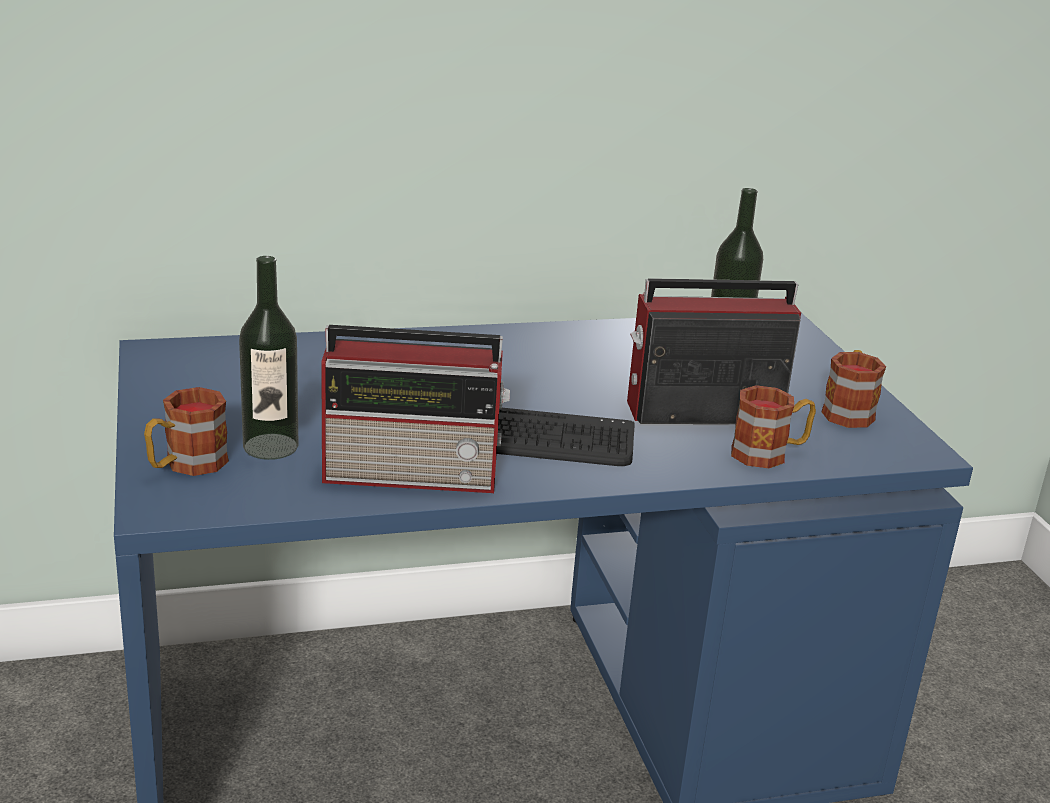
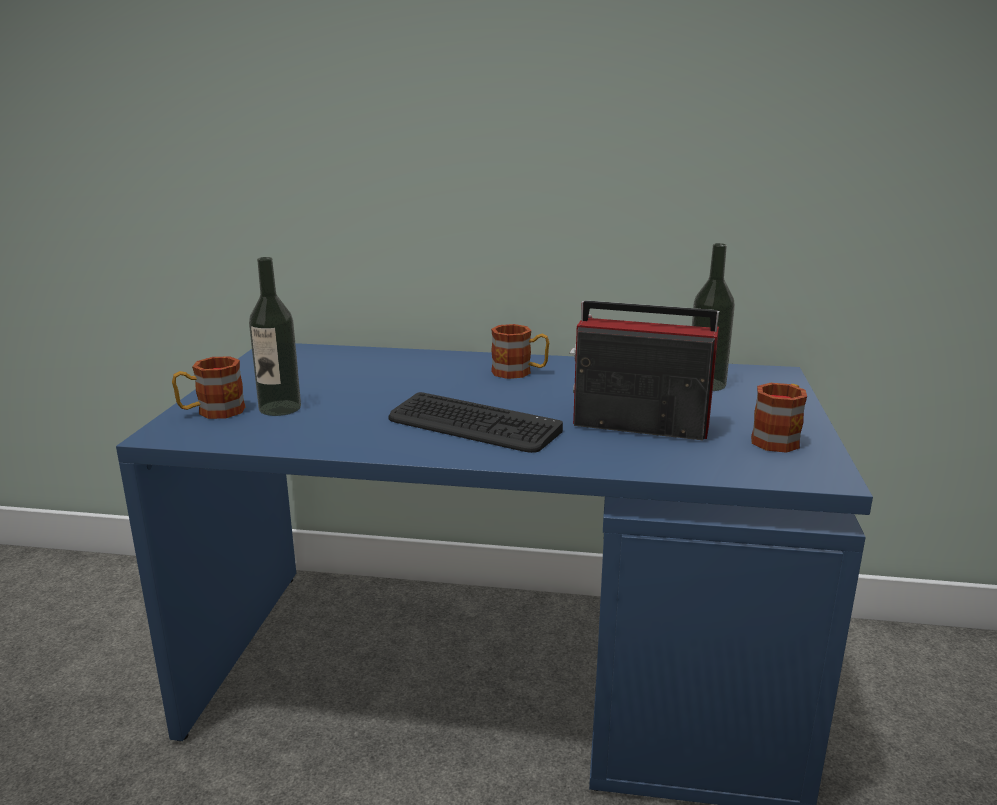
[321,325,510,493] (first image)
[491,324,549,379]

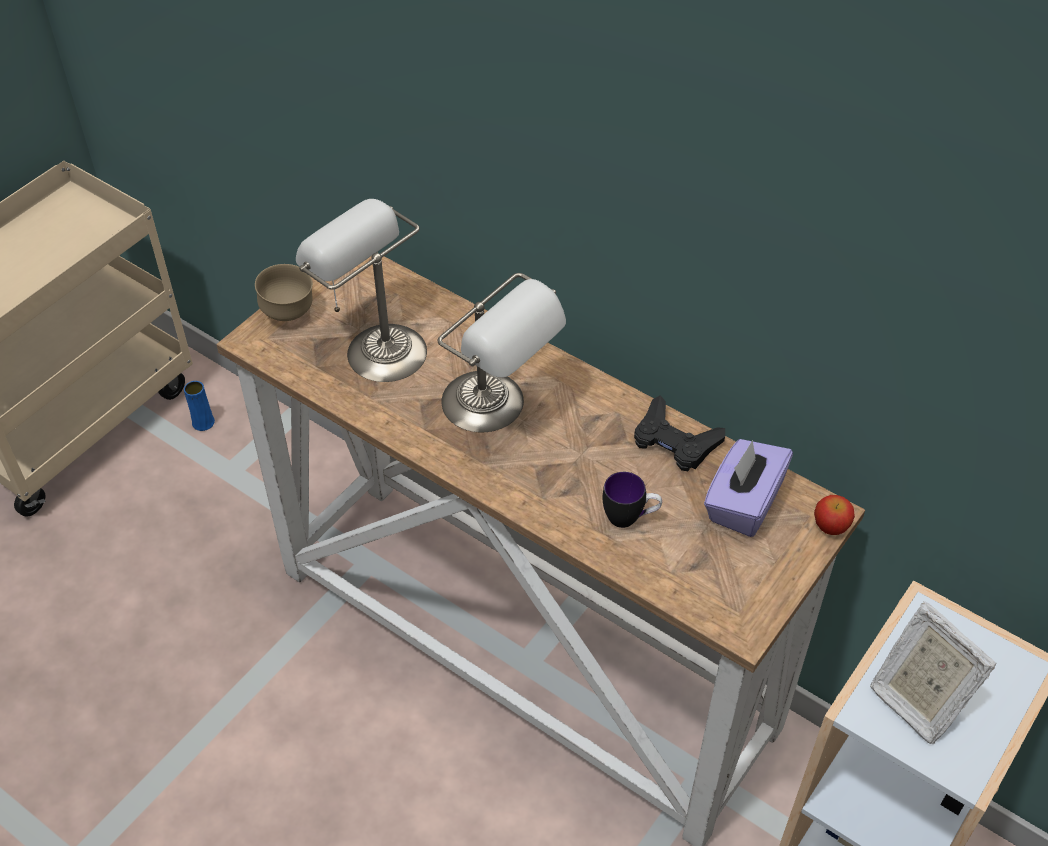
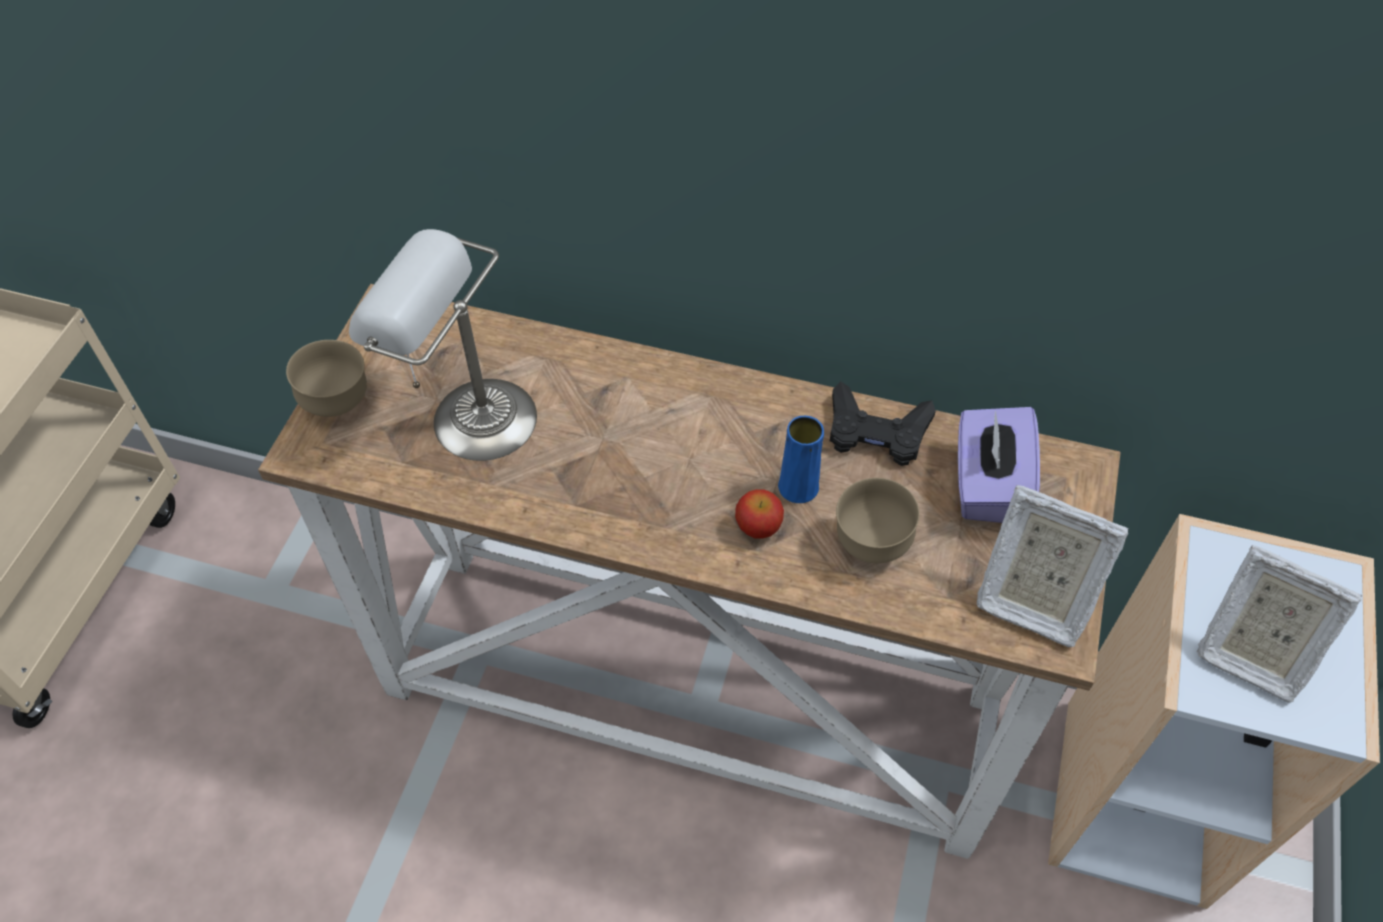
[438,273,566,432] (first image)
[778,416,824,503]
[836,478,920,563]
[735,489,784,539]
[976,485,1129,647]

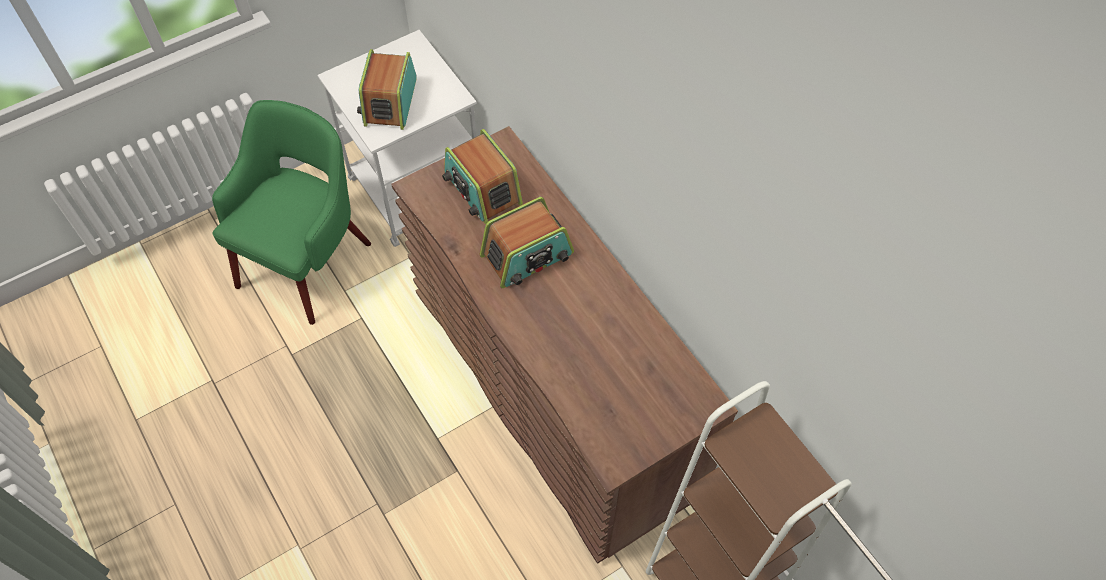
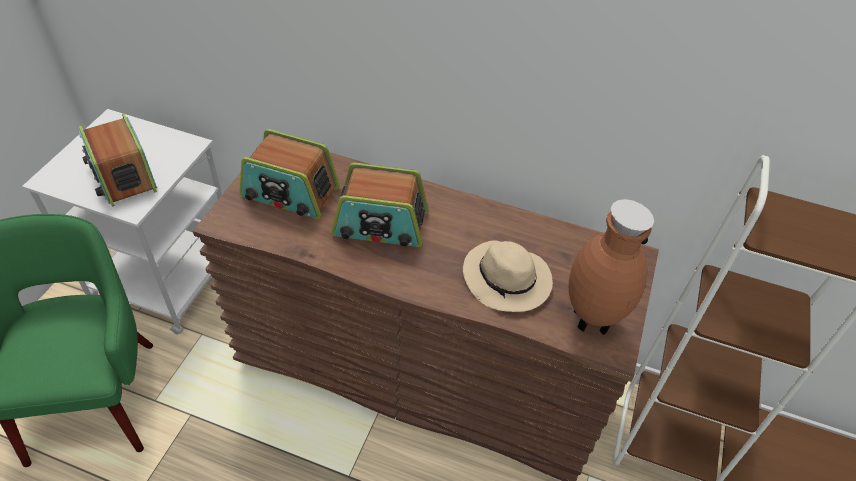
[331,163,428,247]
[569,199,654,335]
[463,240,553,312]

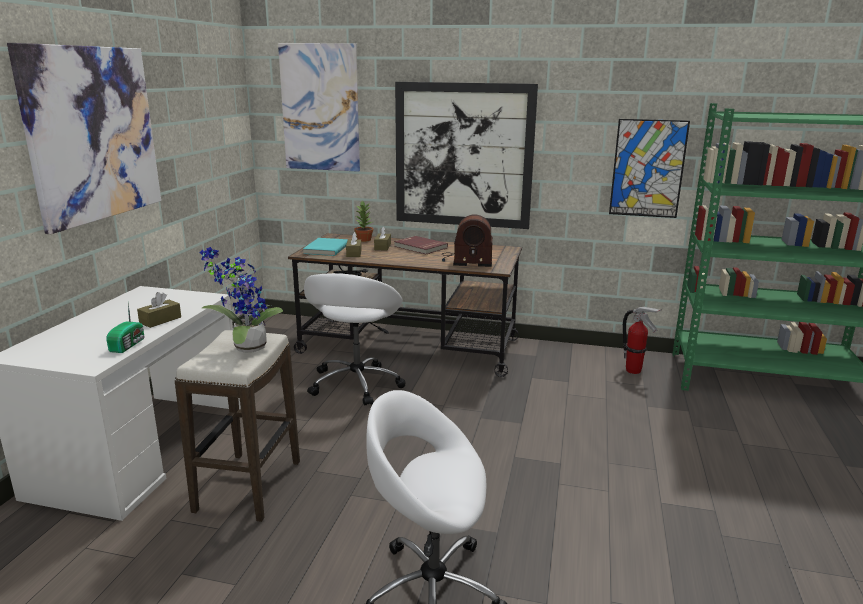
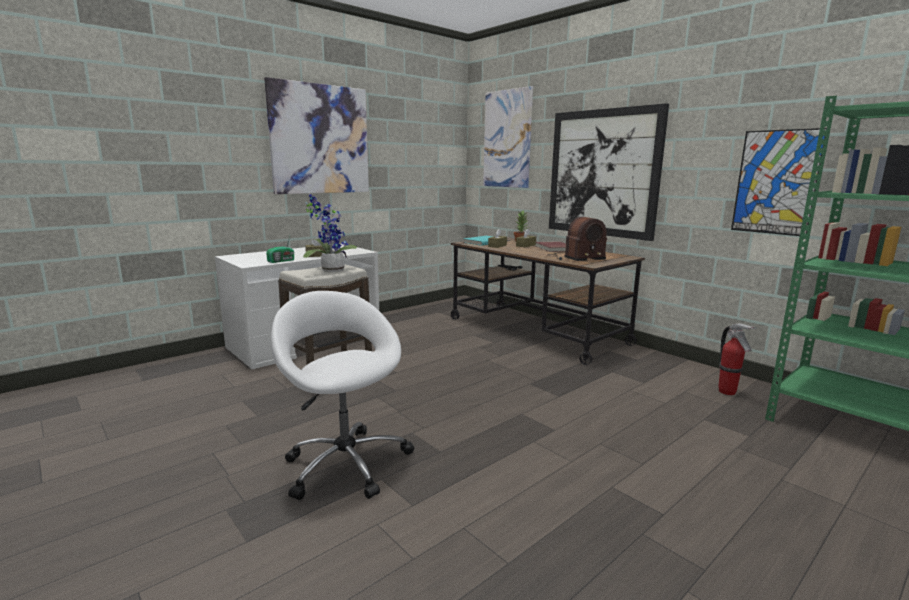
[547,217,607,261]
[304,273,405,405] (first image)

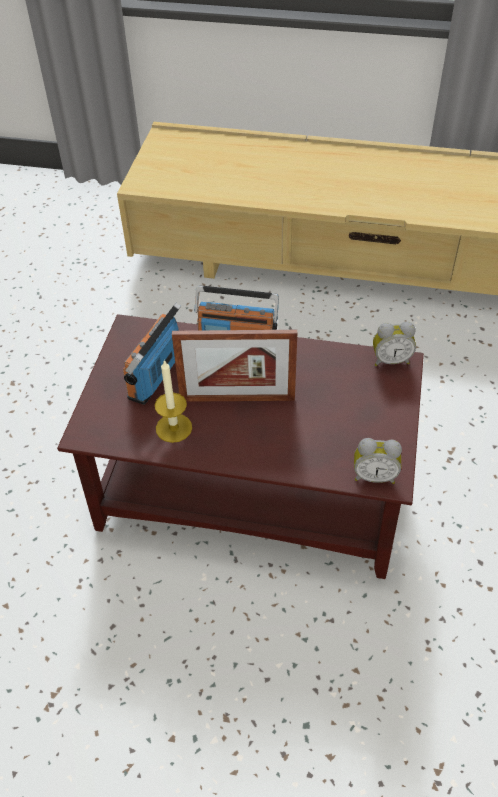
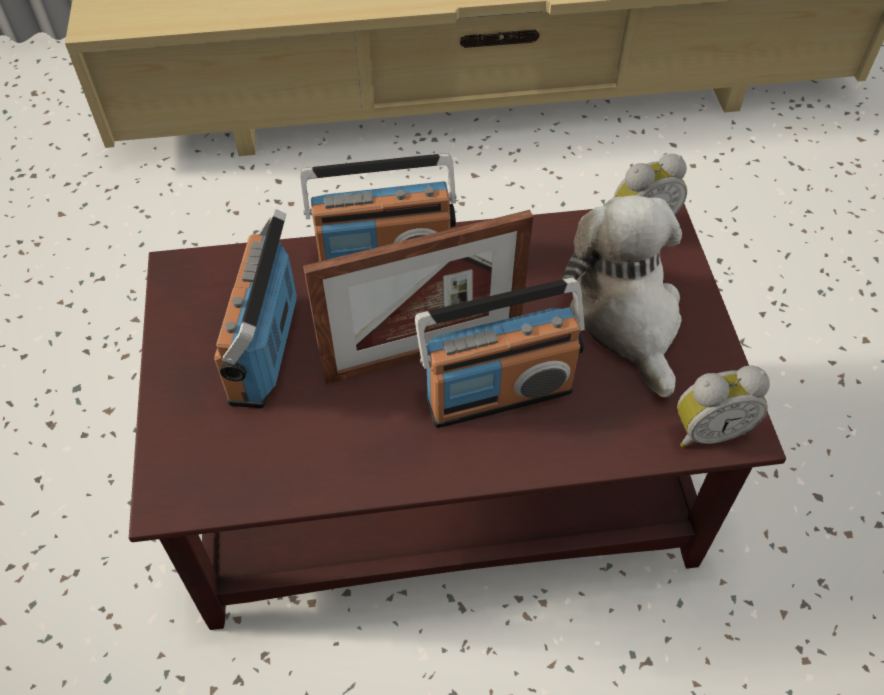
[155,359,192,443] (first image)
[562,195,682,397]
[415,277,585,428]

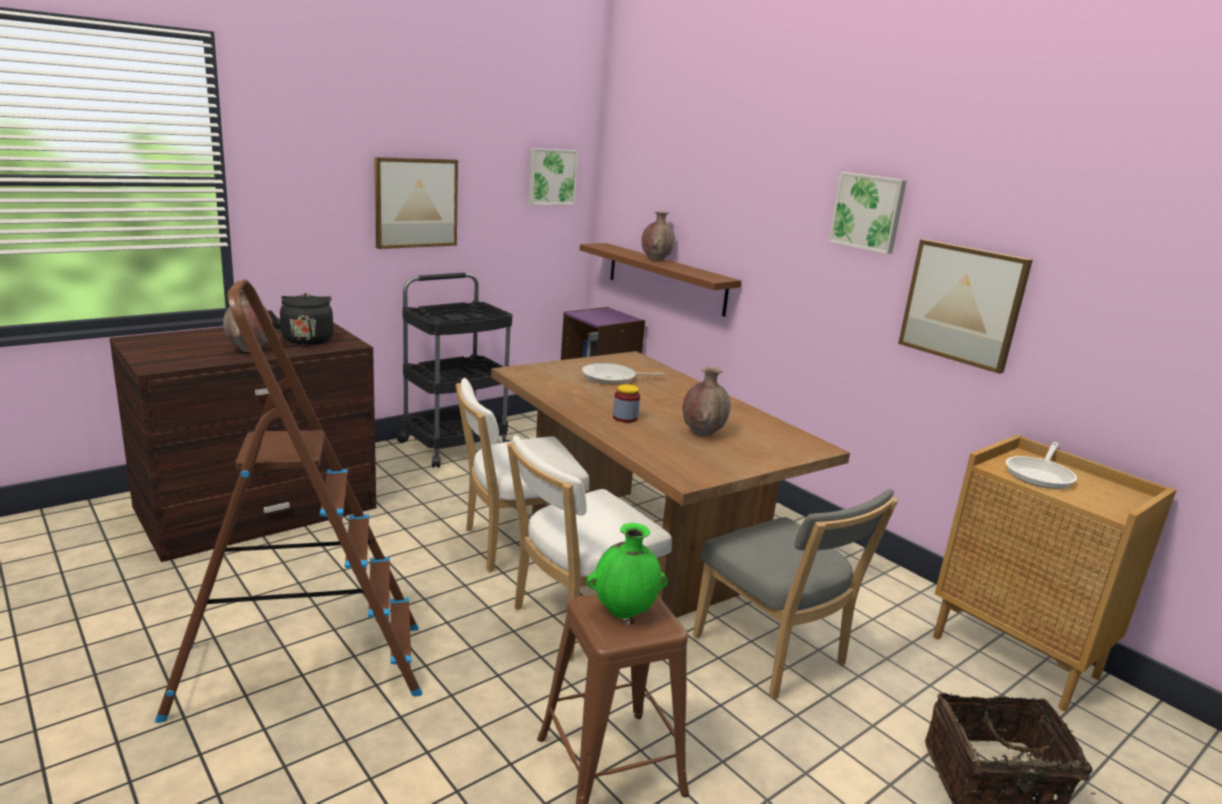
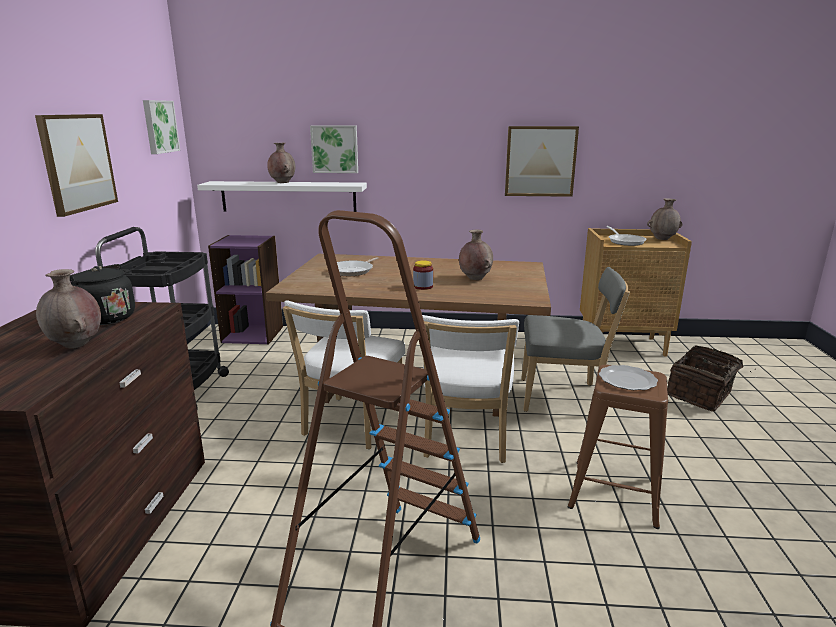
[310,125,358,173]
[197,181,367,212]
[599,365,658,390]
[647,198,683,240]

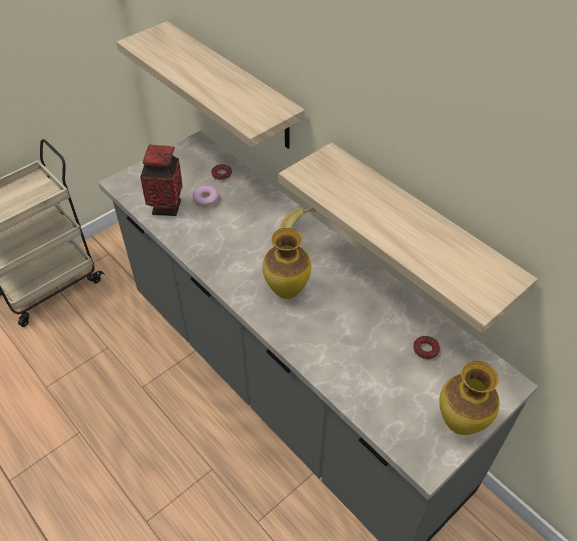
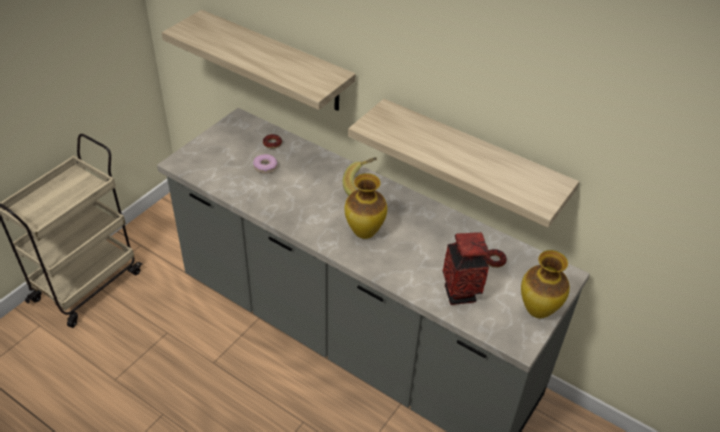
[443,232,489,305]

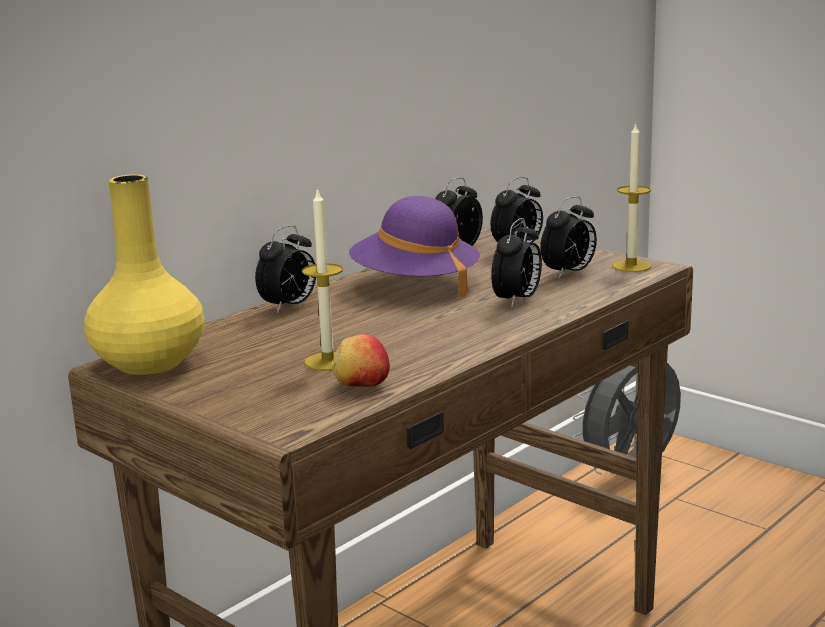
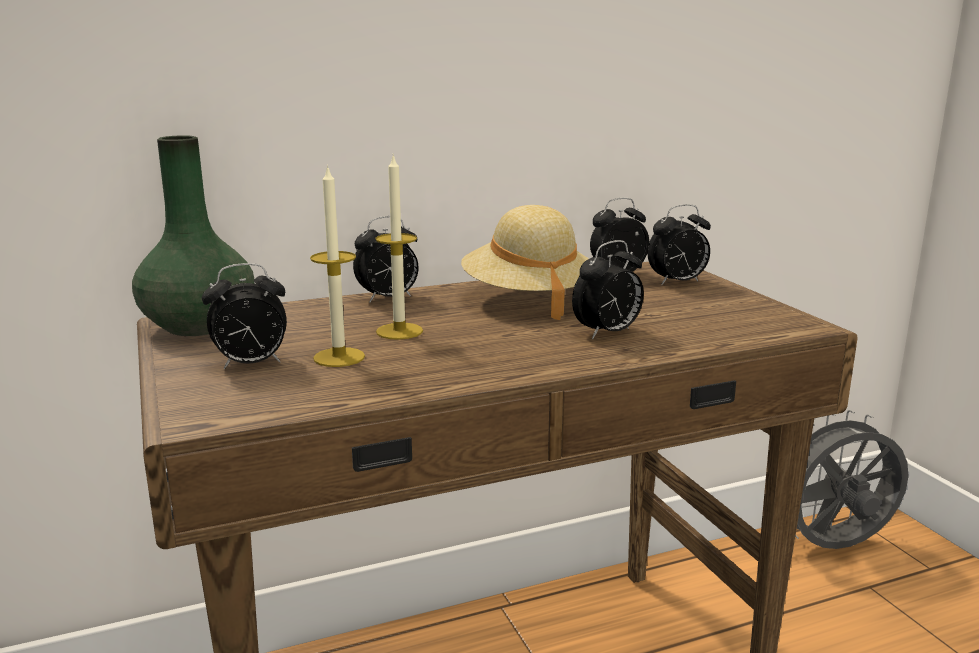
[375,154,423,340]
[132,135,255,336]
[461,205,589,320]
[202,263,287,369]
[333,334,390,387] (first image)

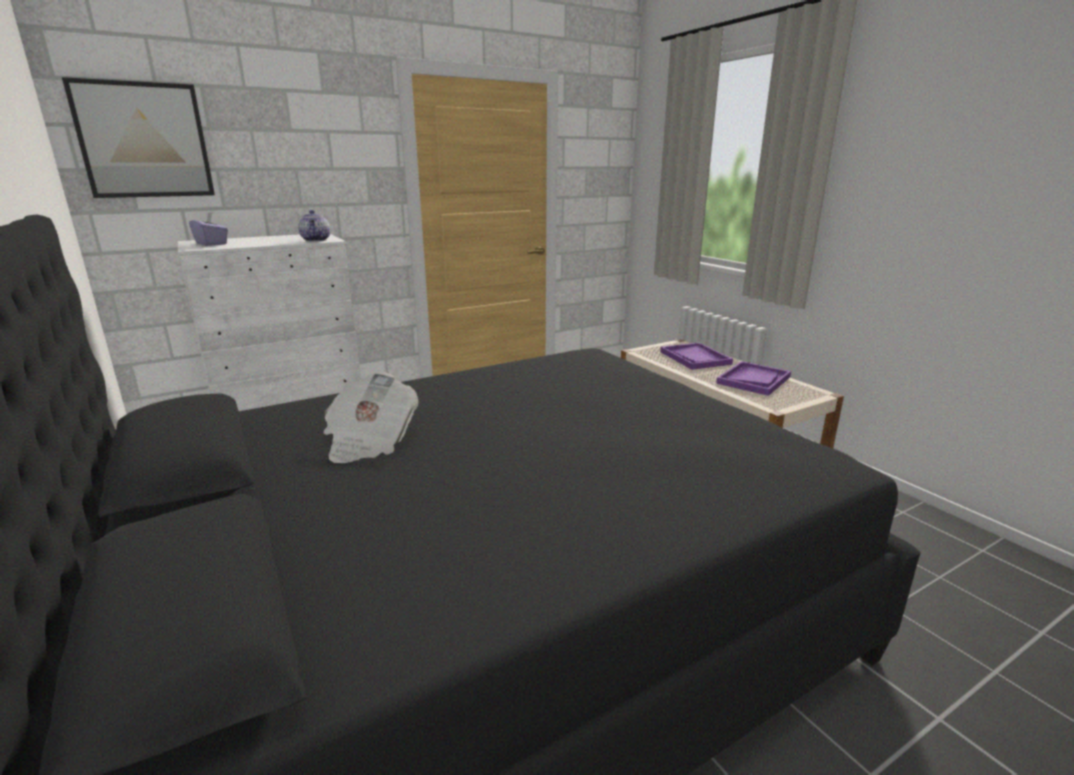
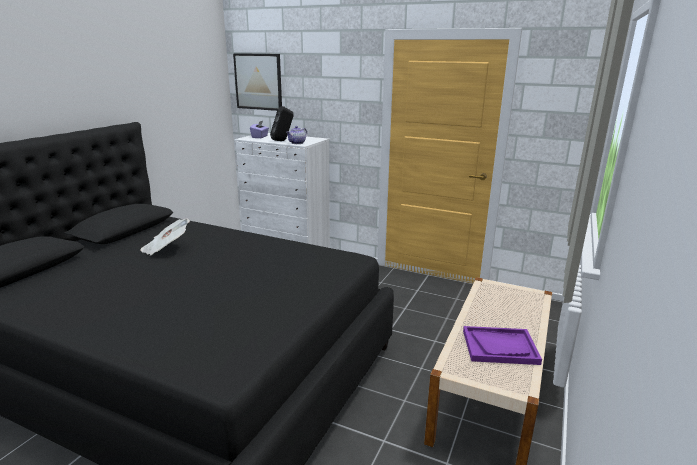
[660,343,733,370] (first image)
[270,106,294,141]

